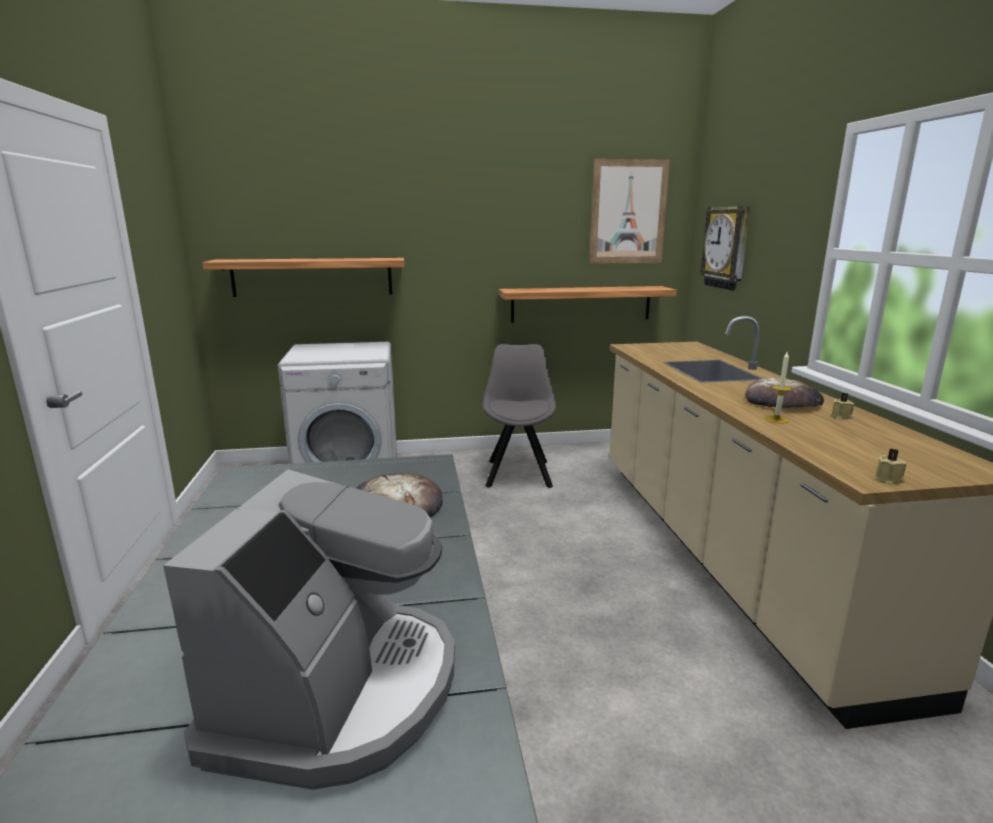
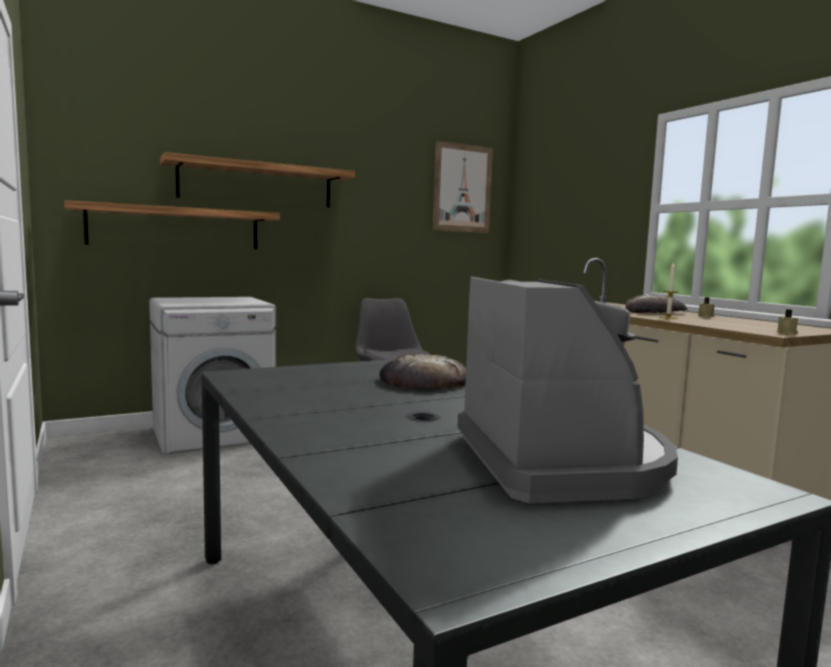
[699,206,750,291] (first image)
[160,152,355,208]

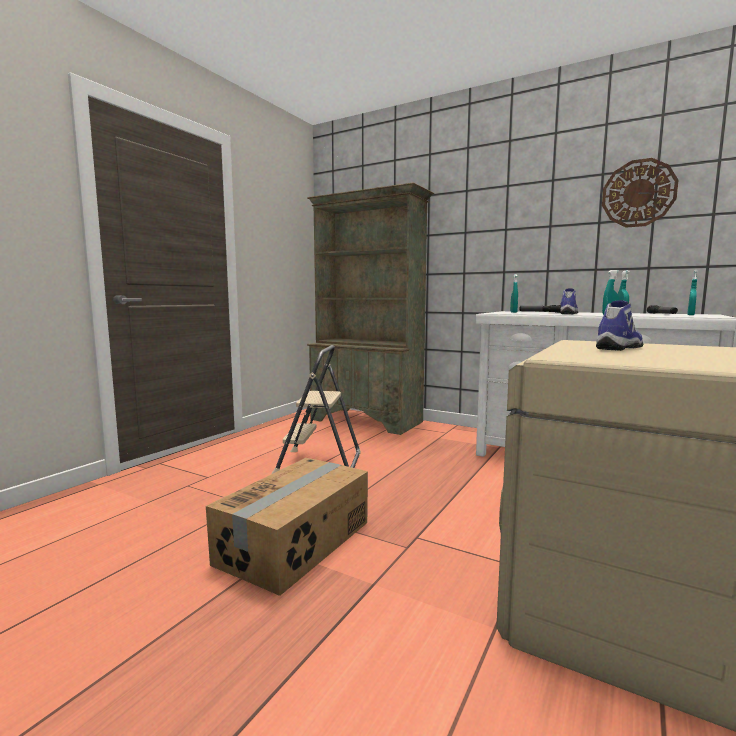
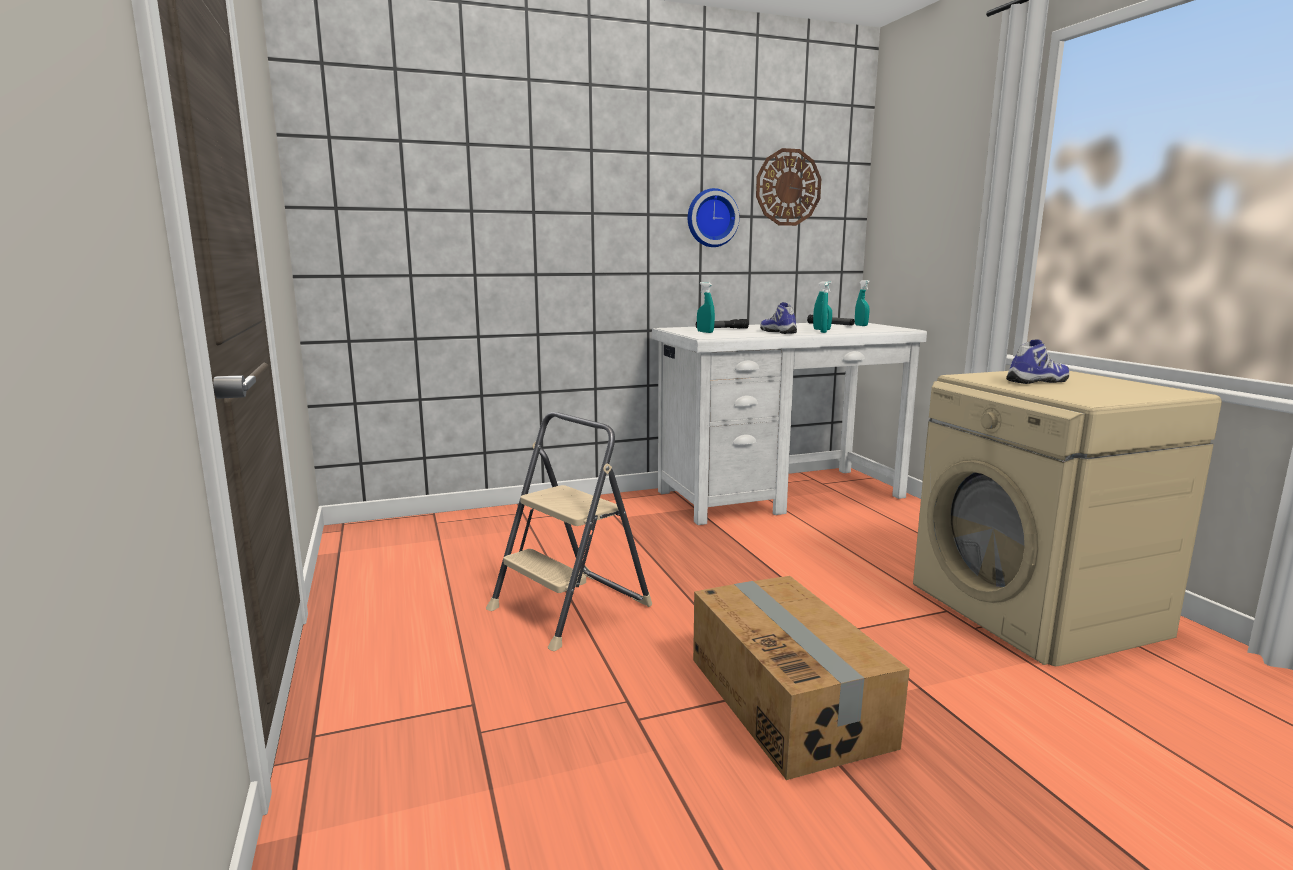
[307,182,434,435] (first image)
[1006,339,1069,384]
[688,188,739,247]

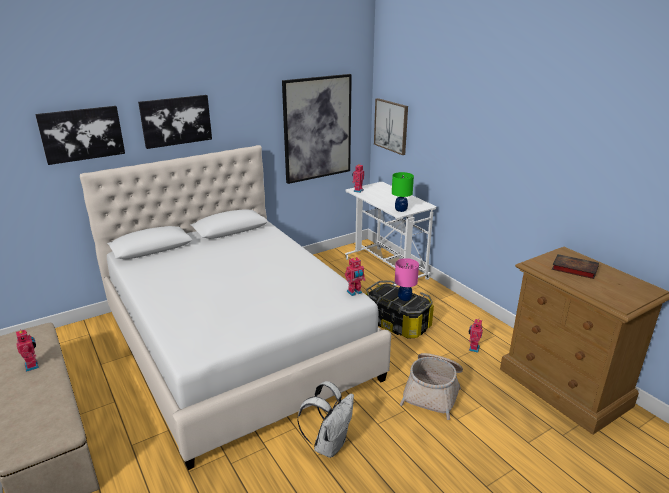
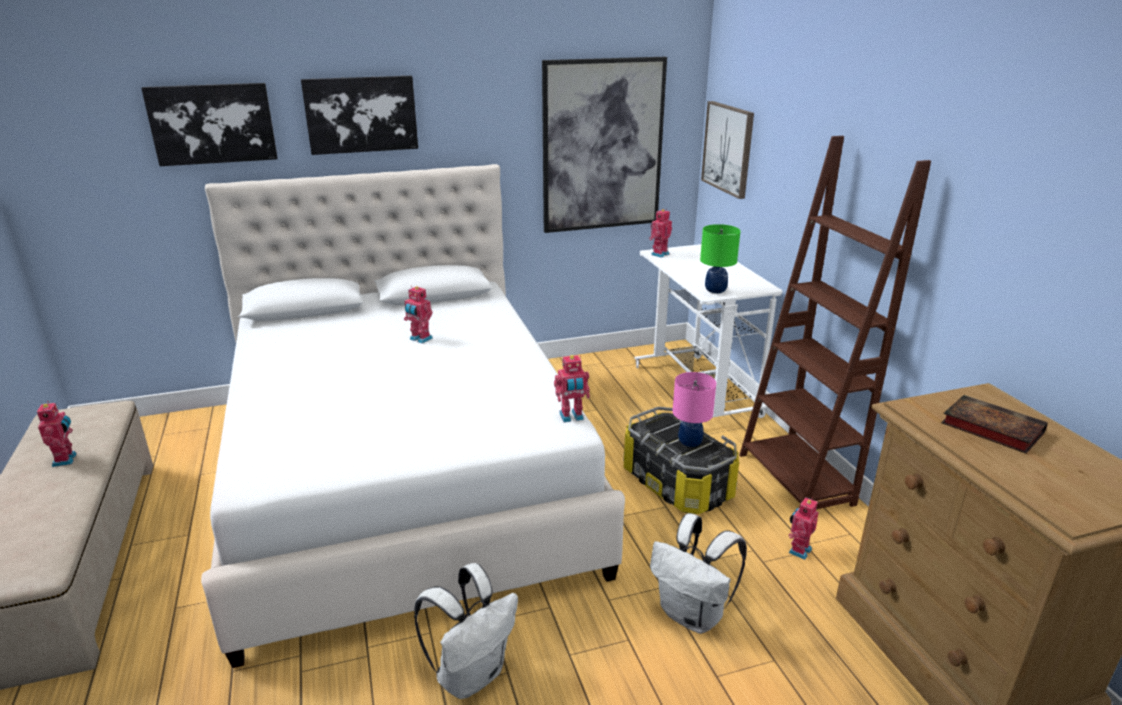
[650,513,747,634]
[739,136,931,509]
[404,286,433,344]

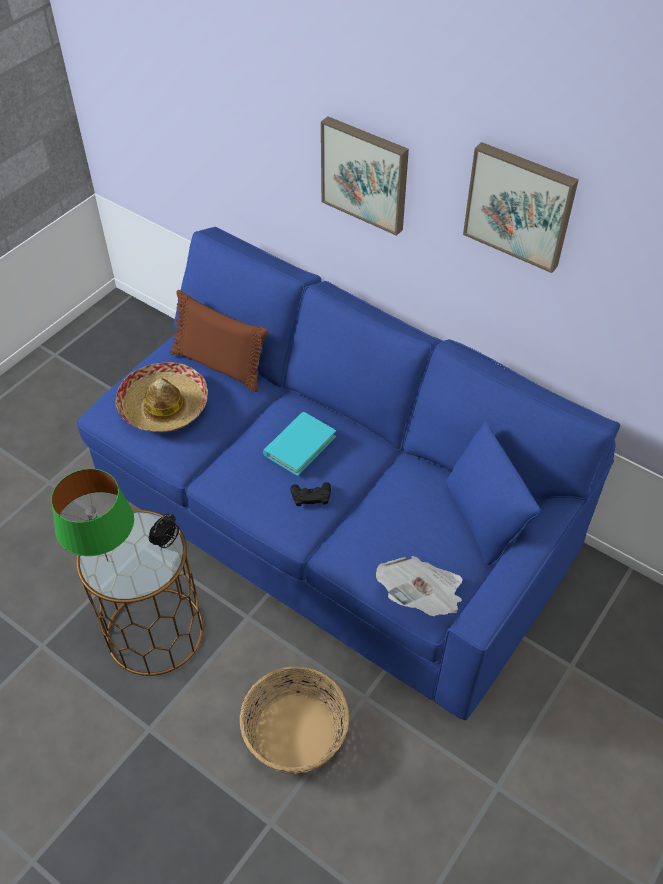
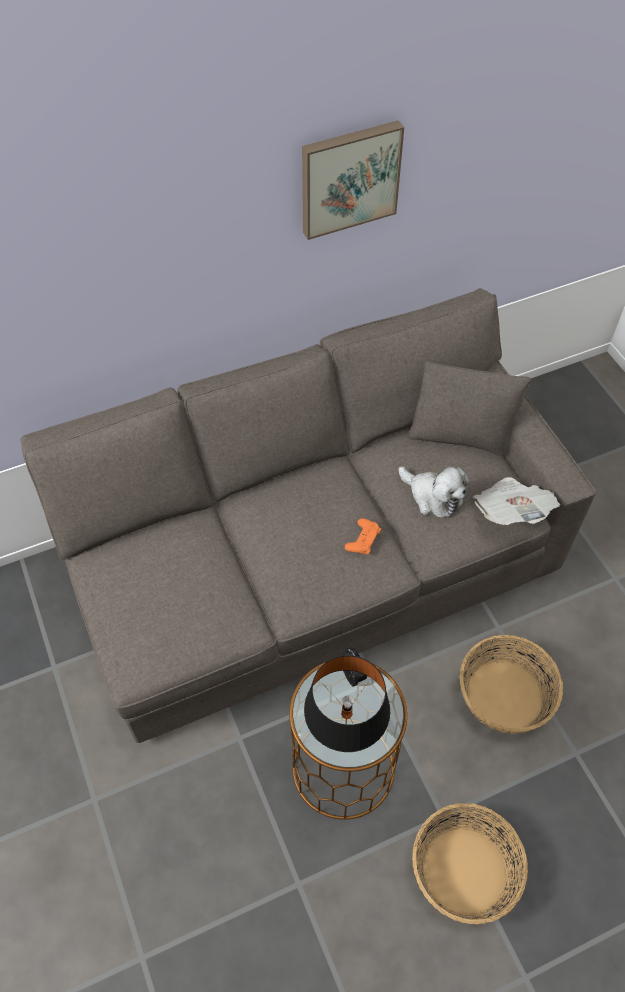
[321,116,409,236] (first image)
[21,288,596,743]
[170,290,268,392] (first image)
[115,362,208,432] (first image)
[263,412,336,476] (first image)
[304,655,390,752]
[345,518,381,555]
[399,466,469,518]
[412,804,528,924]

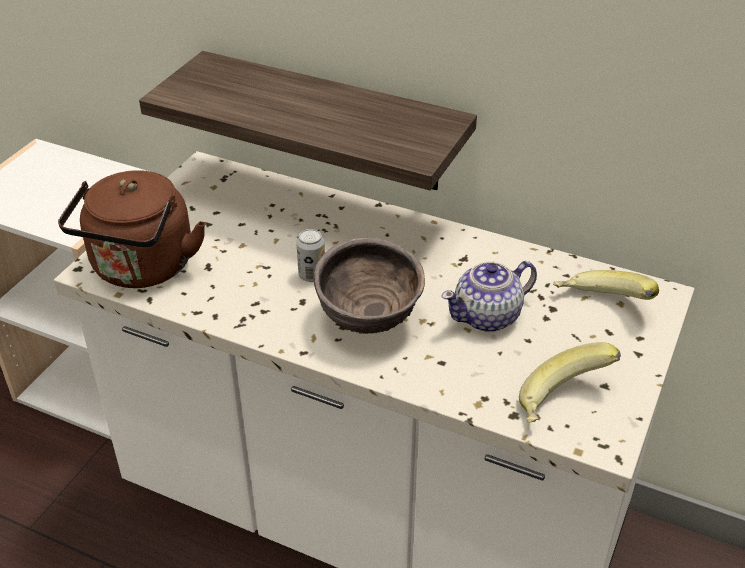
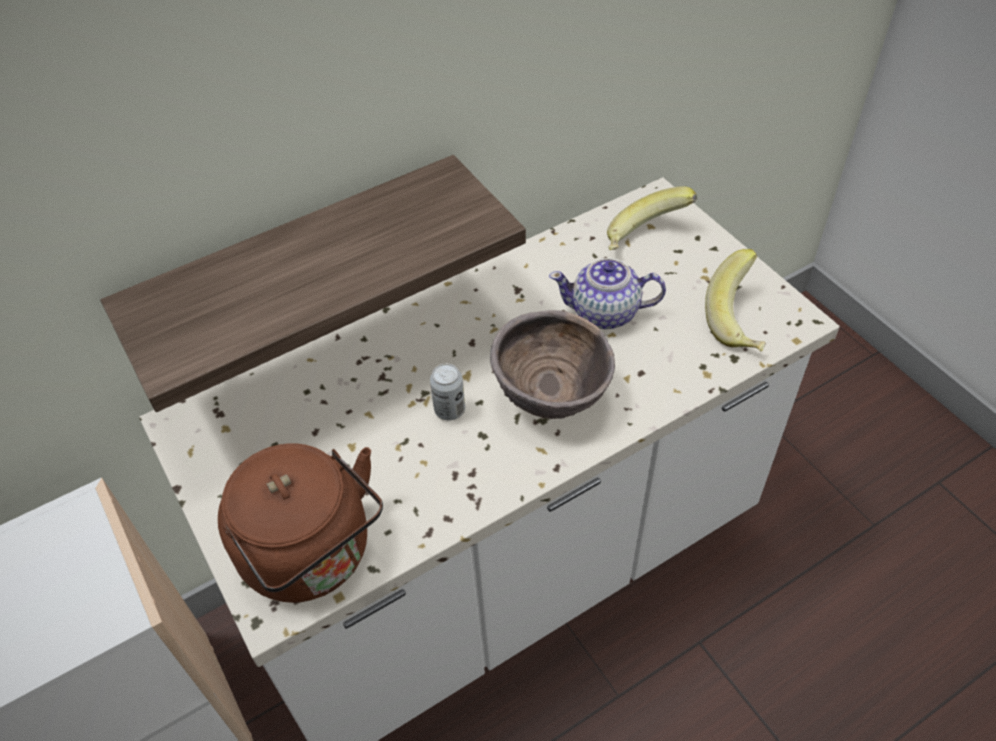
[549,258,666,329]

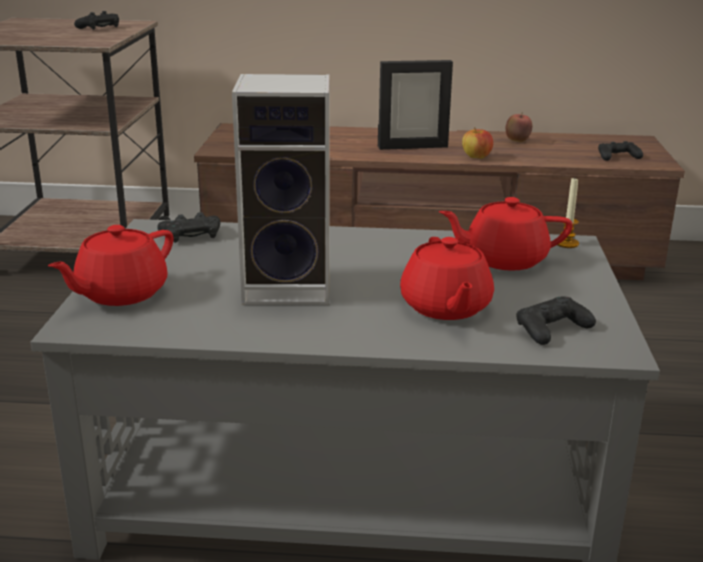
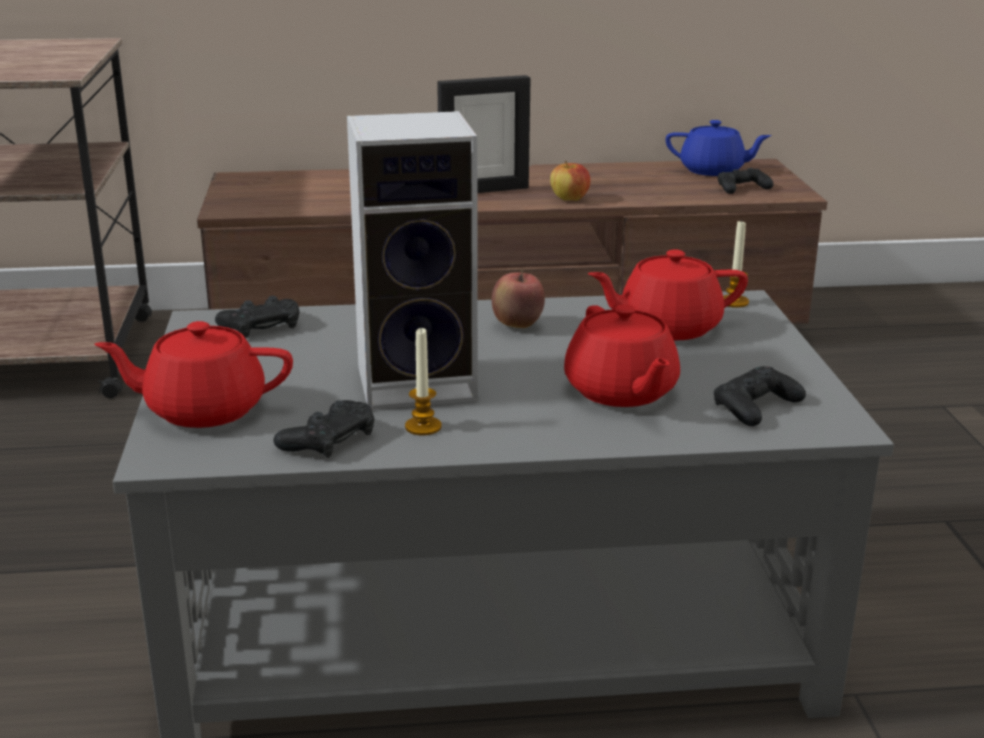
[274,400,375,459]
[492,269,545,328]
[95,321,293,428]
[666,120,771,176]
[405,328,442,436]

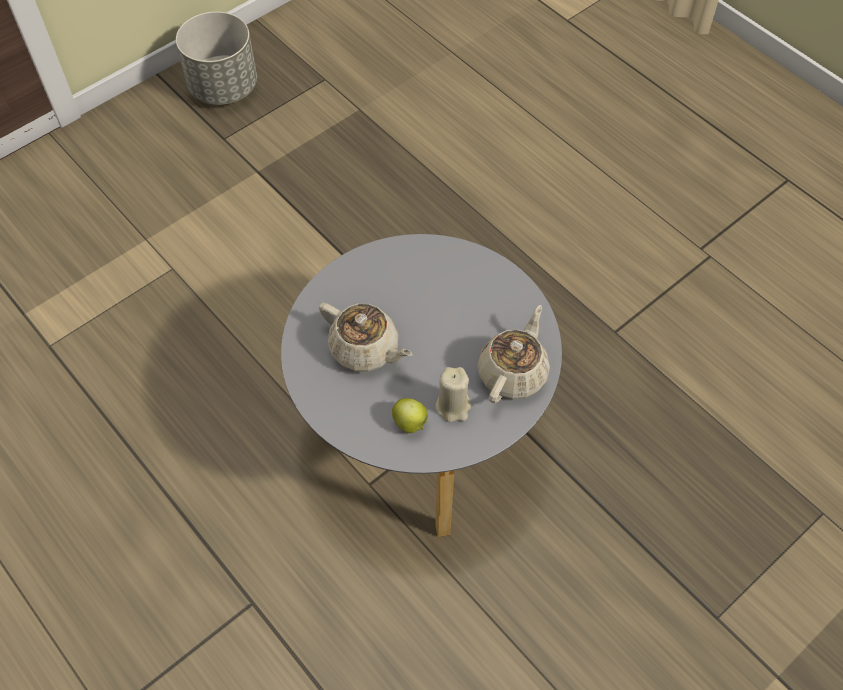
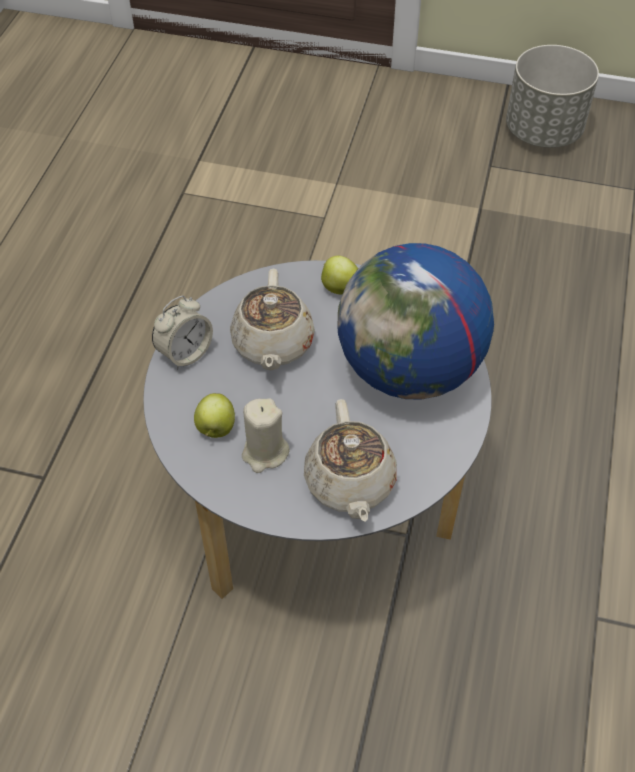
[304,399,397,522]
[337,243,494,400]
[321,256,358,295]
[152,295,213,370]

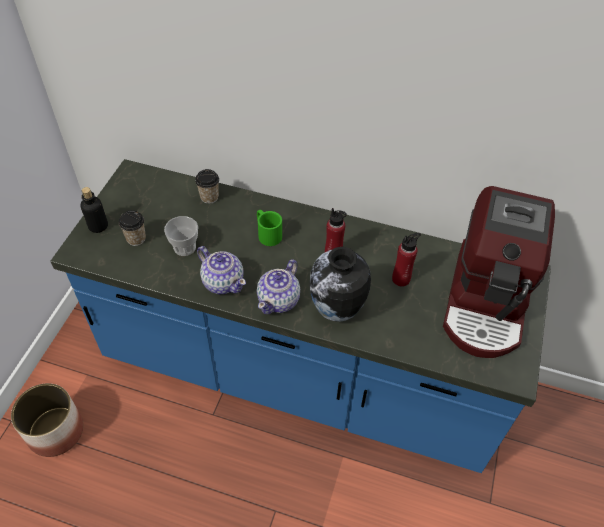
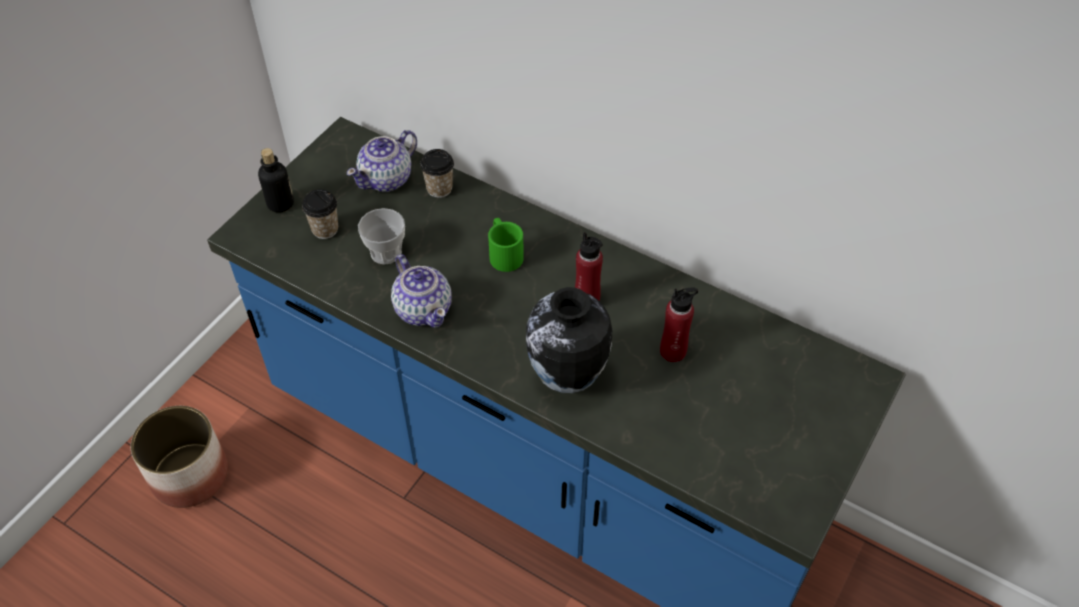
[443,186,555,358] (first image)
[347,130,417,192]

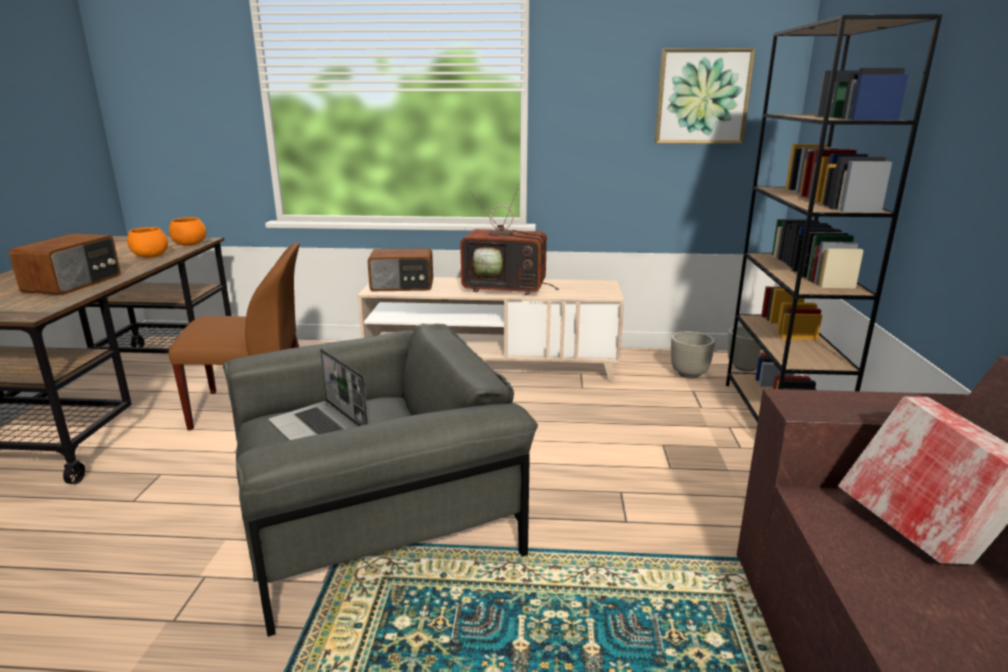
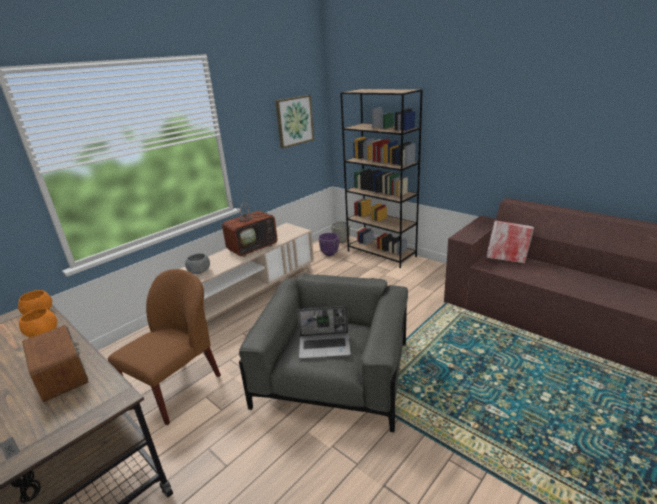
[185,254,210,274]
[318,233,339,256]

